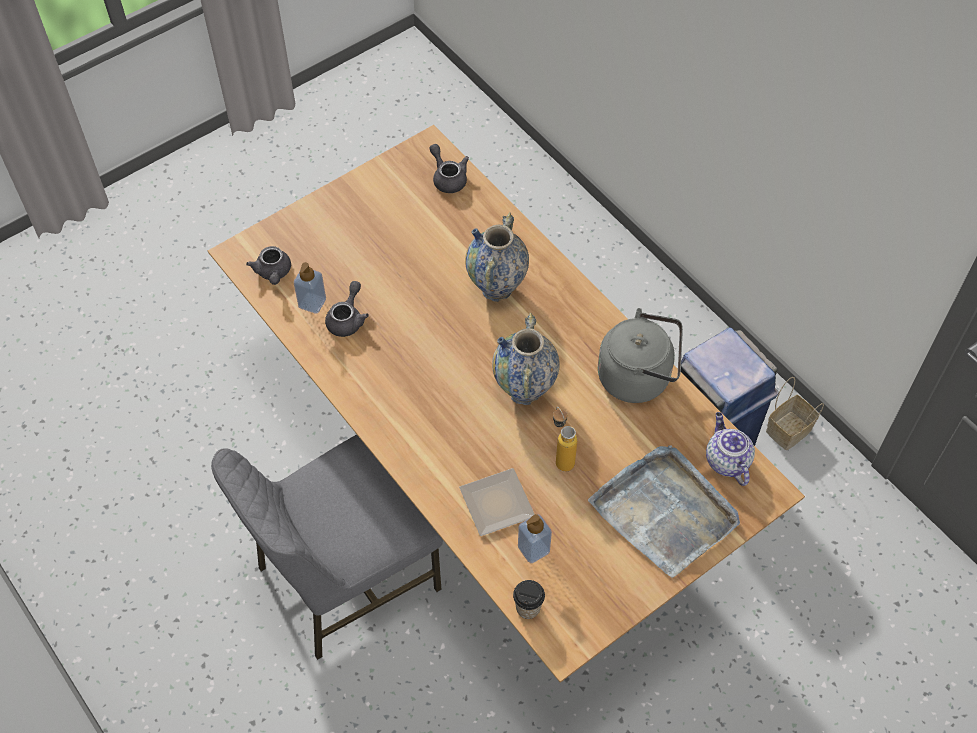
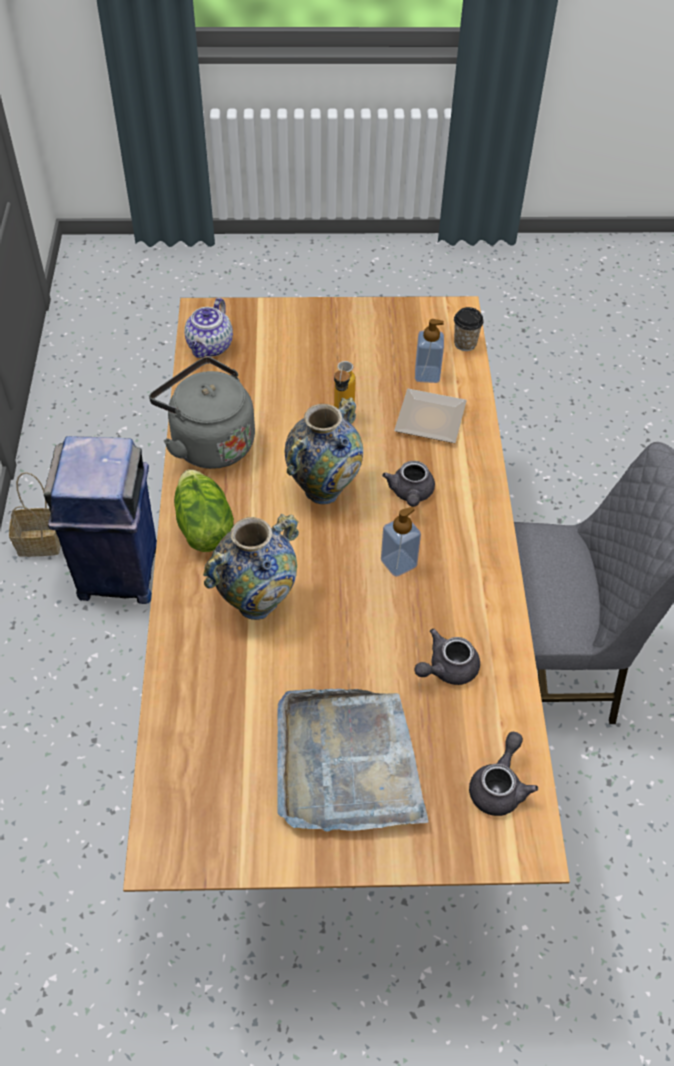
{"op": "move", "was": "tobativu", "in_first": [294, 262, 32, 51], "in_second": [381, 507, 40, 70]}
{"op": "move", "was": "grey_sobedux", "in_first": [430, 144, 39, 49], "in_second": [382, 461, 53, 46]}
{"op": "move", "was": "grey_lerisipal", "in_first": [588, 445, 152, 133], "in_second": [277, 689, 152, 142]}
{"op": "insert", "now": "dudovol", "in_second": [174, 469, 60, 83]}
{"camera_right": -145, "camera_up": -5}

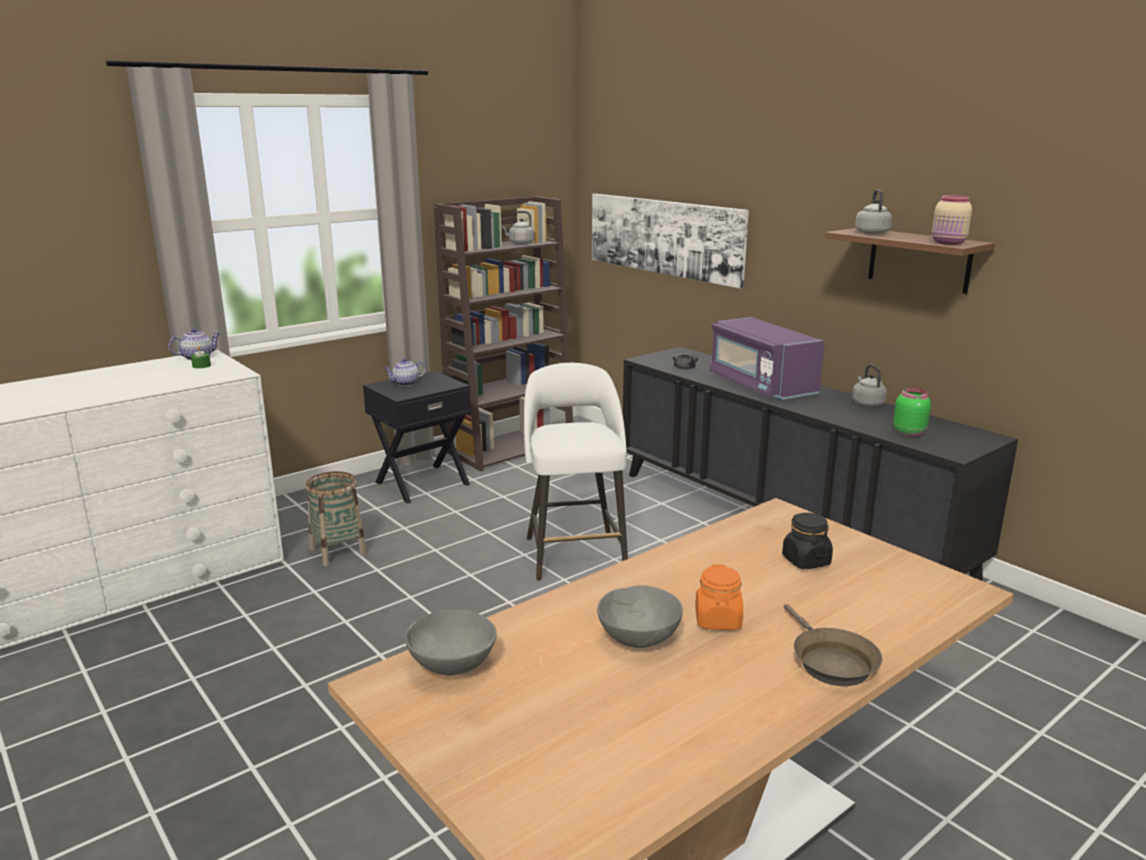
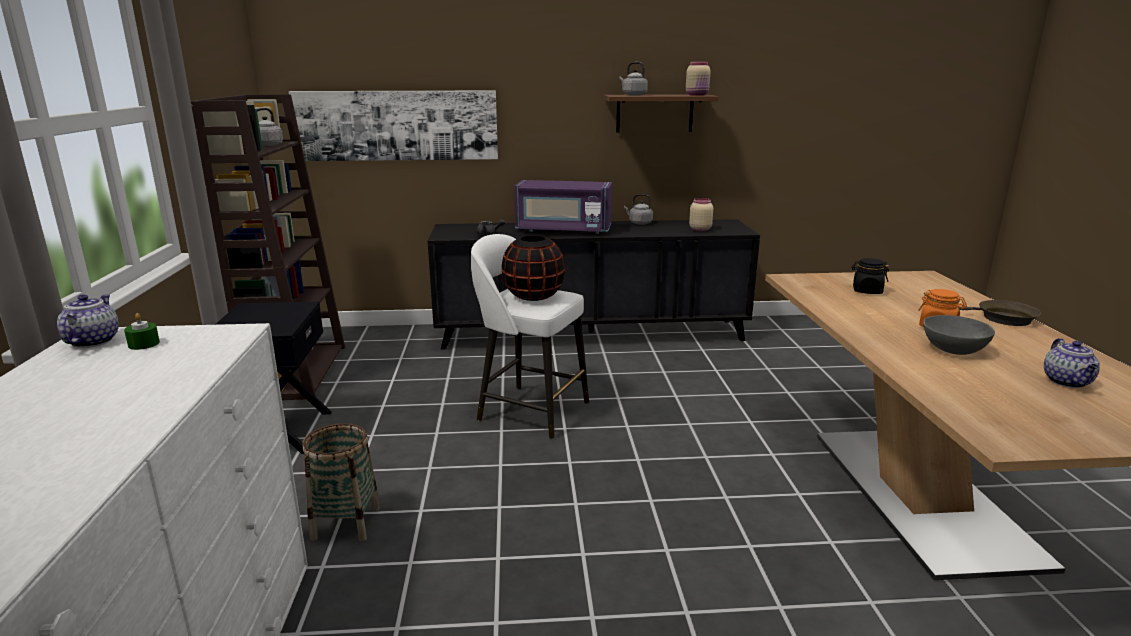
{"op": "move", "was": "sobedux", "in_first": [384, 359, 42, 27], "in_second": [1044, 338, 56, 50]}
{"op": "delete", "was": "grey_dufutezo", "in_first": [405, 610, 92, 66]}
{"op": "recolor", "was": "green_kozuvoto", "now": "beige_kozuvoto", "in_first": [893, 388, 38, 48], "in_second": [689, 198, 24, 33]}
{"op": "insert", "now": "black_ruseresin", "in_second": [502, 236, 63, 65]}
{"camera_right": -55, "camera_up": 0}

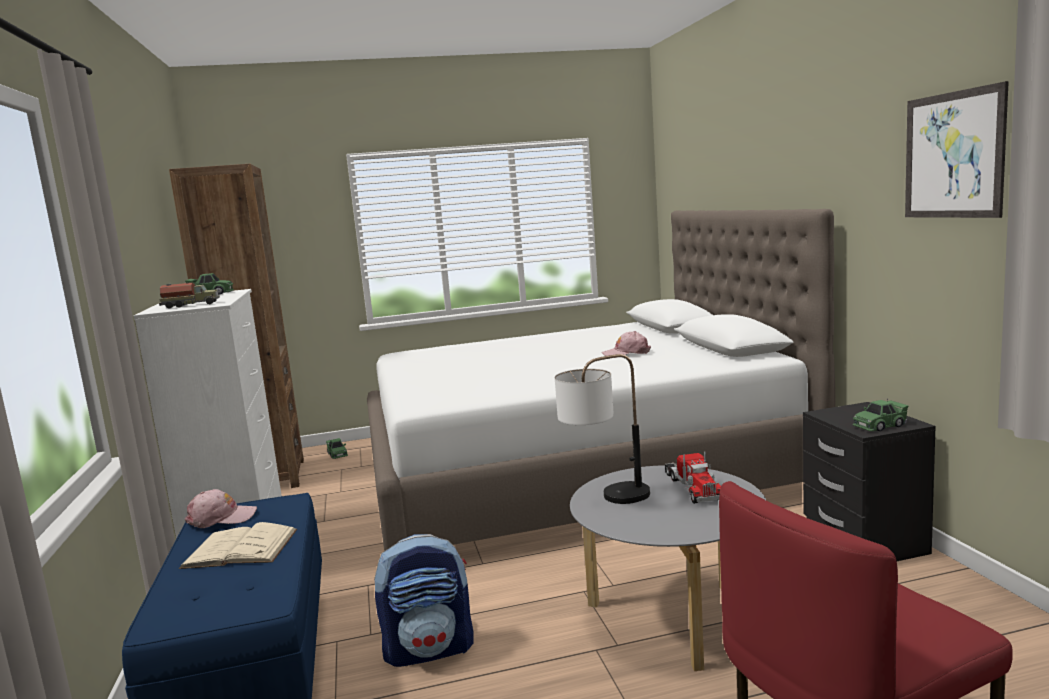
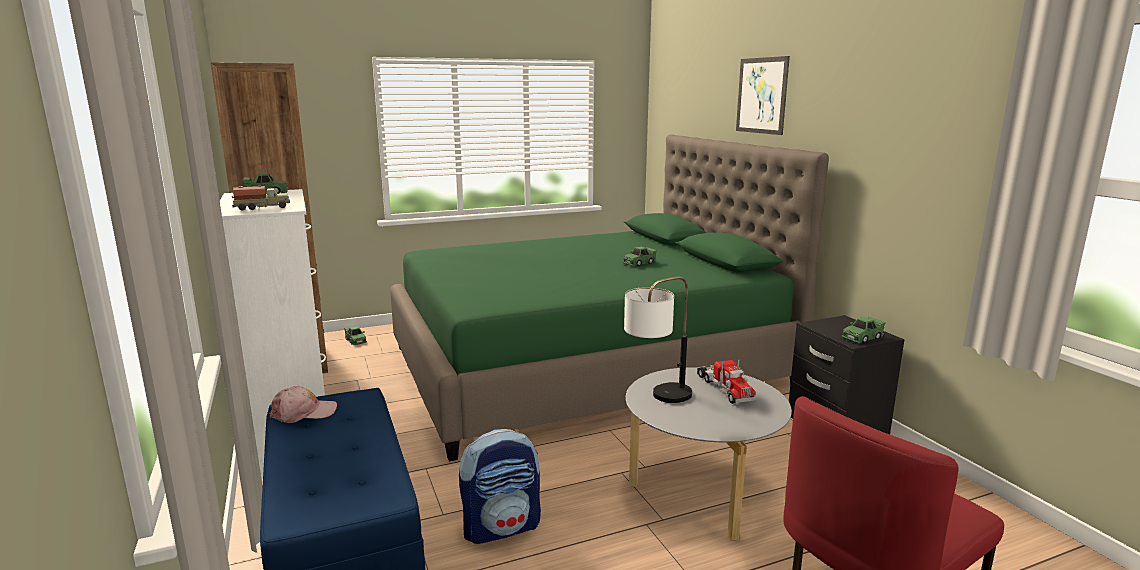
{"op": "delete", "was": "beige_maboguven", "in_first": [179, 522, 118, 47]}
{"op": "recolor", "was": "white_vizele", "now": "green_vizele", "in_first": [367, 209, 469, 342], "in_second": [390, 134, 439, 327]}
{"op": "replace", "was": "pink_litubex", "now": "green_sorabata", "in_first": [602, 331, 49, 27], "in_second": [623, 247, 34, 19]}
{"op": "move", "was": "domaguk", "in_first": [905, 81, 104, 137], "in_second": [736, 56, 54, 79]}
{"camera_right": -10, "camera_up": 5}

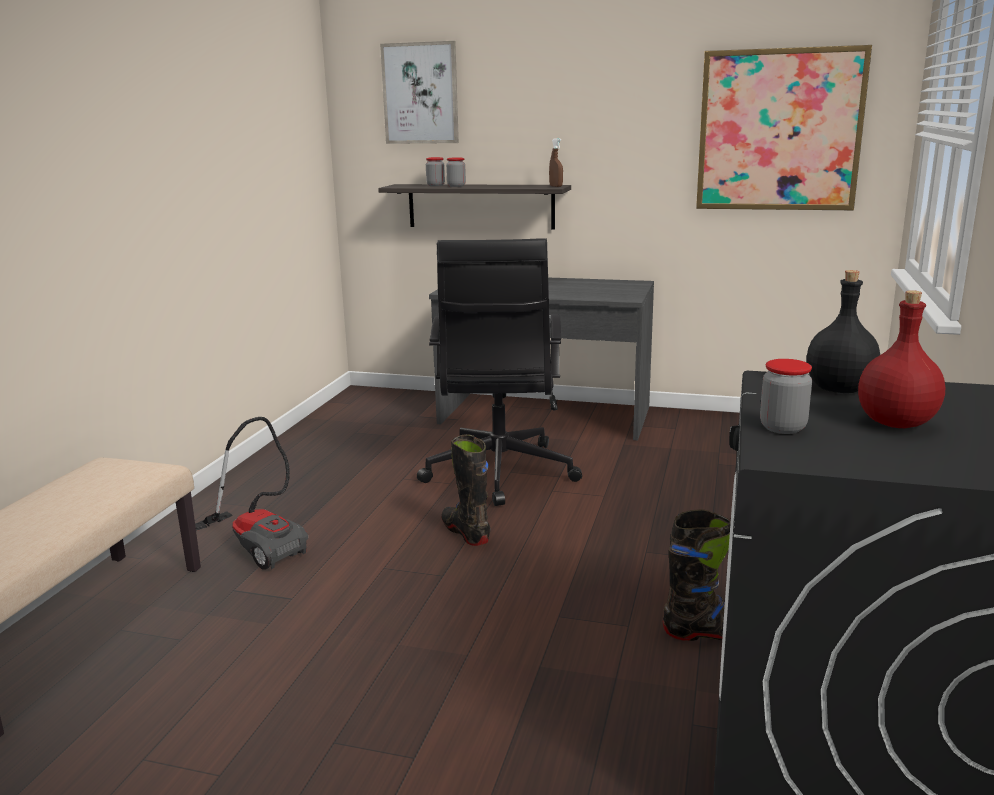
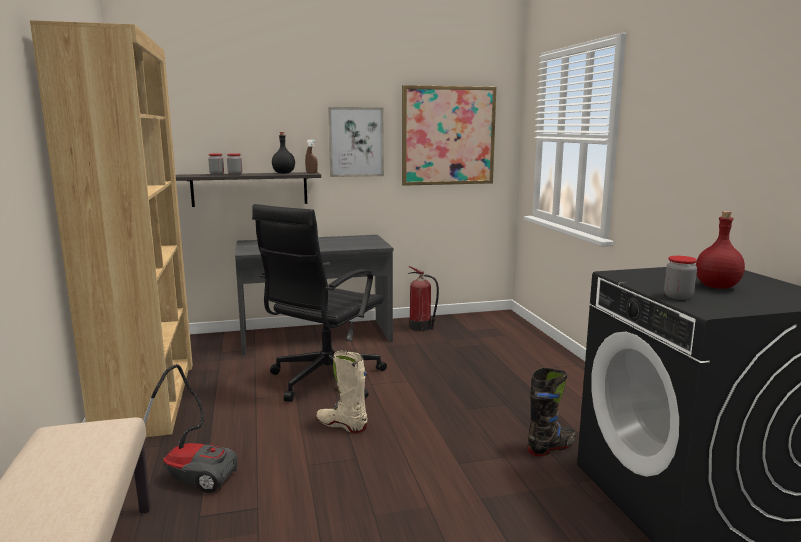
{"op": "move", "was": "domaguk", "in_first": [380, 41, 79, 103], "in_second": [328, 107, 56, 70]}
{"op": "rotate", "was": "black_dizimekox", "in_first": [417, 238, 165, 268], "in_second": [252, 204, 135, 198], "clockwise": 60}
{"op": "recolor", "was": "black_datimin", "now": "beige_datimin", "in_first": [441, 434, 50, 112], "in_second": [317, 351, 50, 82]}
{"op": "move", "was": "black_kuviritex", "in_first": [806, 270, 74, 123], "in_second": [272, 132, 23, 42]}
{"op": "insert", "now": "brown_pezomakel", "in_second": [30, 20, 163, 417]}
{"op": "insert", "now": "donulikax", "in_second": [408, 266, 31, 65]}
{"camera_right": -30, "camera_up": -5}

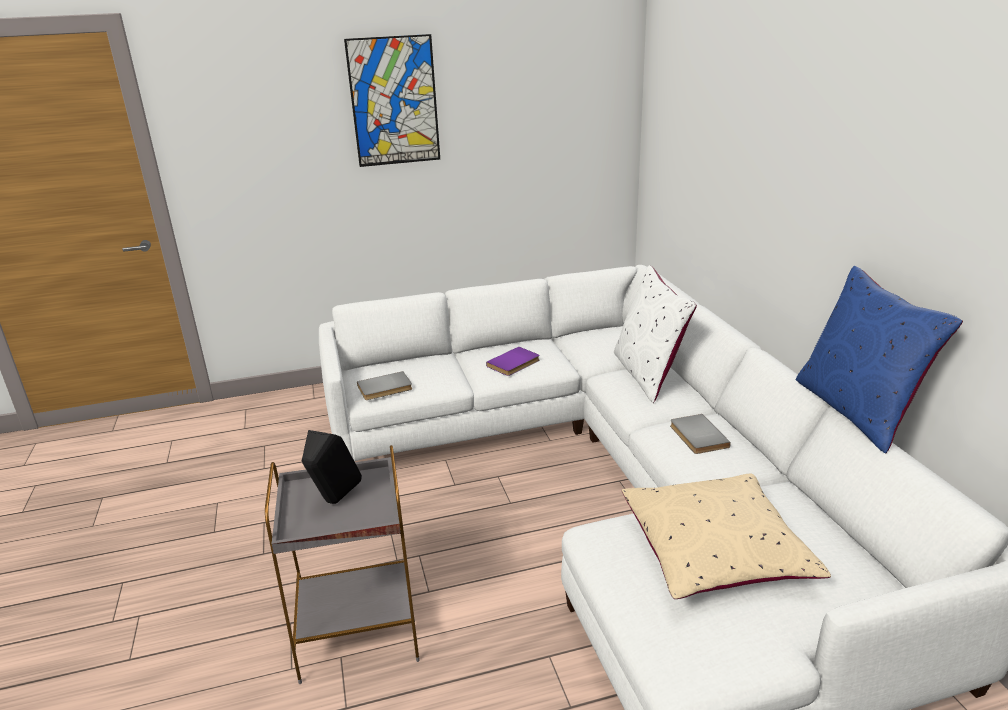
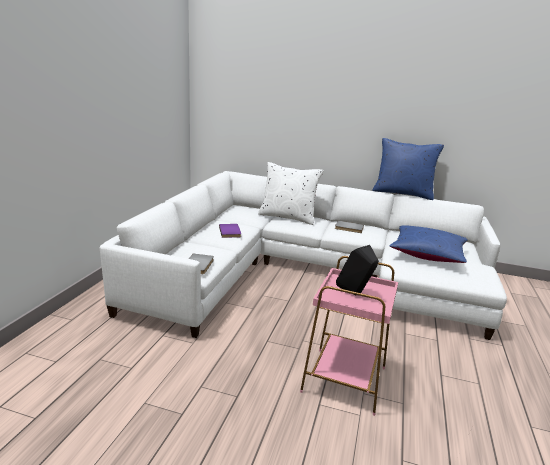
{"op": "recolor", "was": "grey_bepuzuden", "now": "pink_bepuzuden", "in_first": [265, 445, 155, 239], "in_second": [300, 256, 98, 160]}
{"op": "delete", "was": "domaguk", "in_first": [344, 34, 96, 133]}
{"op": "recolor", "was": "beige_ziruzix", "now": "blue_ziruzix", "in_first": [622, 474, 209, 125], "in_second": [390, 225, 78, 38]}
{"camera_right": -60, "camera_up": -5}

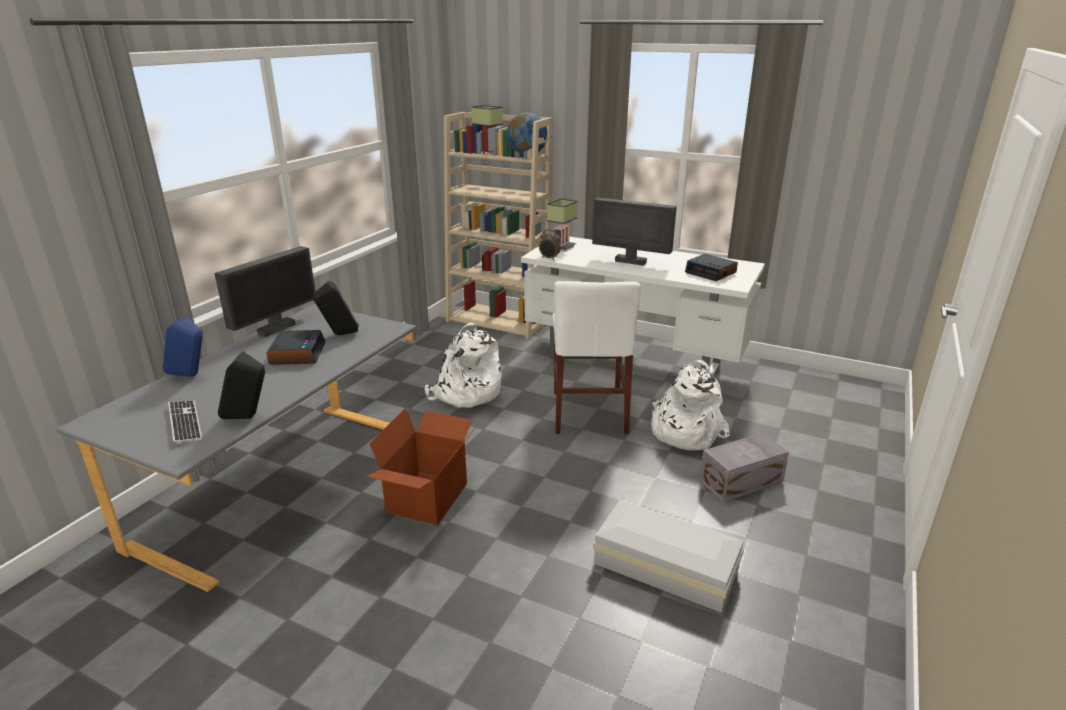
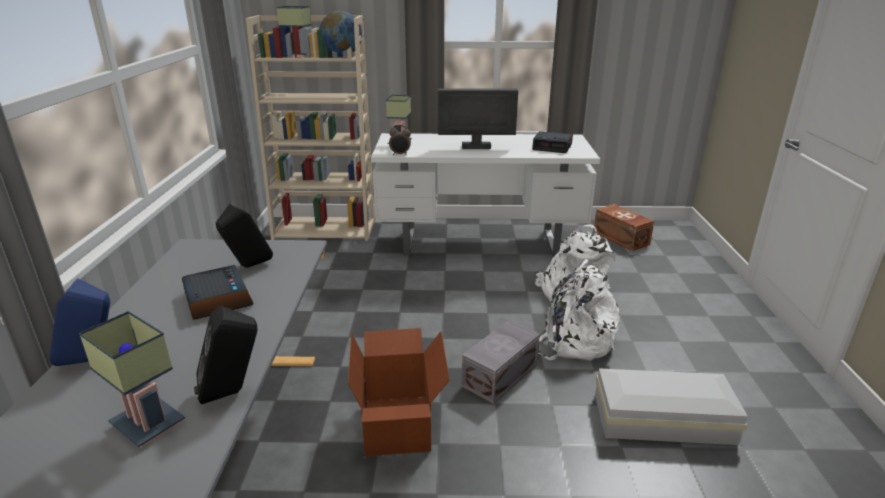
{"op": "replace", "was": "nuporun", "now": "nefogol", "in_first": [168, 400, 34, 45], "in_second": [79, 311, 106, 137]}
{"op": "delete", "was": "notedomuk", "in_first": [214, 246, 102, 91]}
{"op": "move", "was": "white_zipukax", "in_first": [425, 323, 77, 85], "in_second": [538, 259, 82, 102]}
{"op": "delete", "was": "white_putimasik", "in_first": [552, 281, 89, 153]}
{"op": "move", "was": "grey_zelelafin", "in_first": [699, 433, 90, 70], "in_second": [462, 320, 78, 84]}
{"op": "insert", "now": "brown_zelelafin", "in_second": [593, 204, 61, 47]}
{"camera_right": -25, "camera_up": 0}

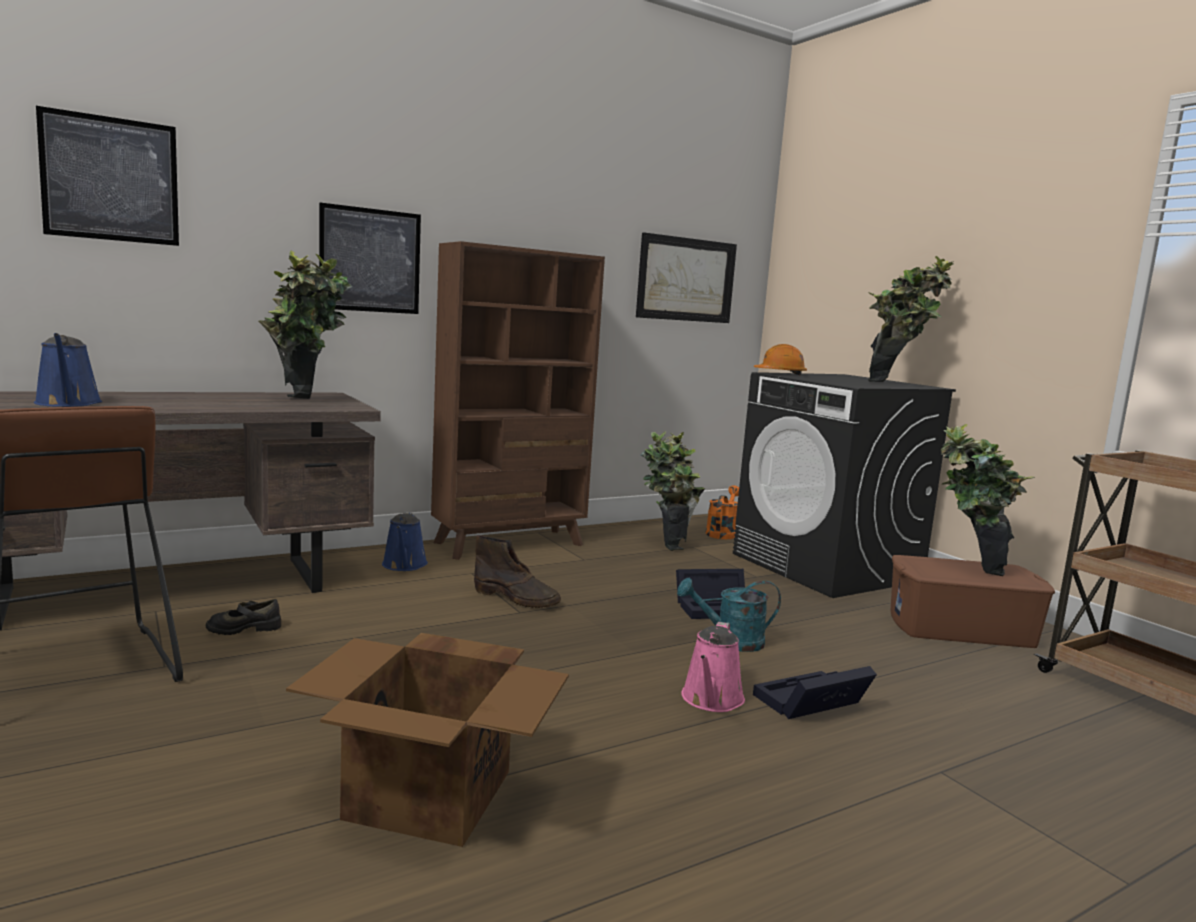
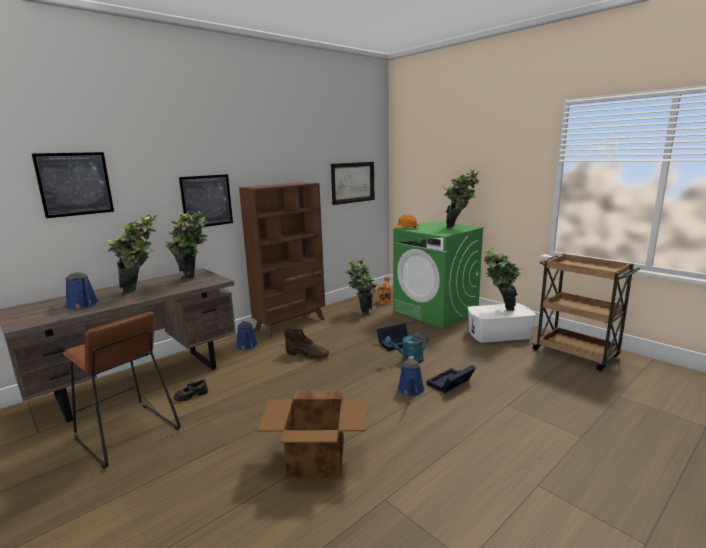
{"op": "recolor", "was": "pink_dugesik", "now": "blue_dugesik", "in_first": [681, 622, 64, 90], "in_second": [398, 356, 27, 40]}
{"op": "recolor", "was": "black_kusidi", "now": "green_kusidi", "in_first": [733, 372, 223, 226], "in_second": [393, 221, 91, 108]}
{"op": "recolor", "was": "brown_zelelafin", "now": "white_zelelafin", "in_first": [891, 555, 164, 93], "in_second": [468, 303, 68, 40]}
{"op": "insert", "now": "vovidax", "in_second": [107, 215, 50, 79]}
{"camera_right": -10, "camera_up": 5}

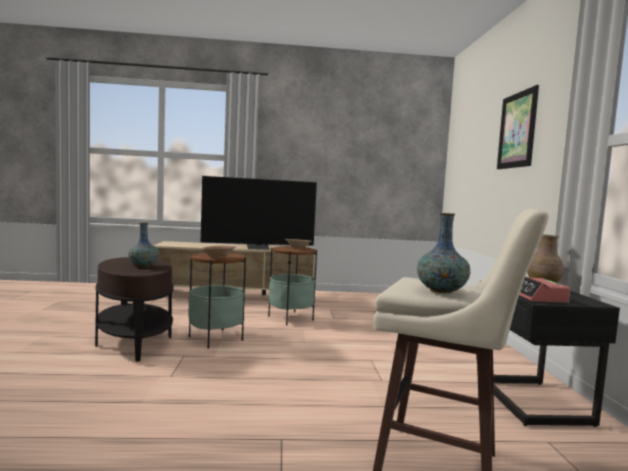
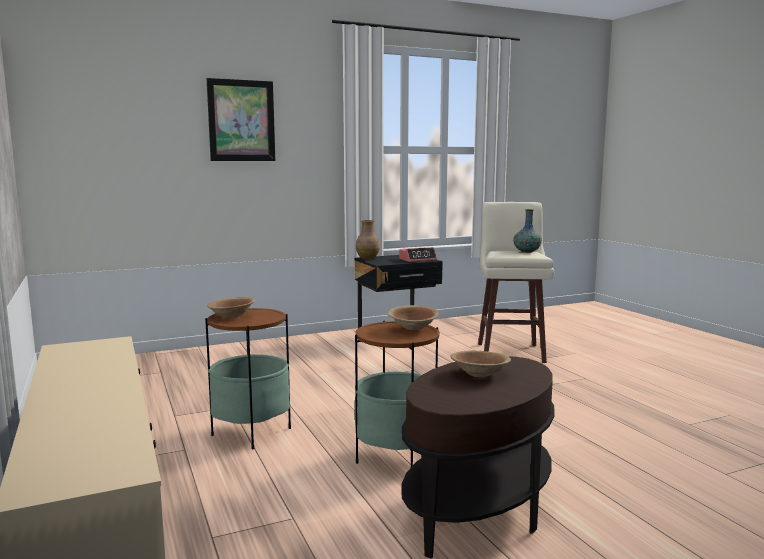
{"op": "replace", "was": "ruseresin", "now": "brown_dufutezo", "in_first": [128, 223, 31, 44], "in_second": [451, 350, 60, 28]}
{"op": "delete", "was": "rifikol", "in_first": [201, 176, 116, 74]}
{"camera_right": -110, "camera_up": 5}

